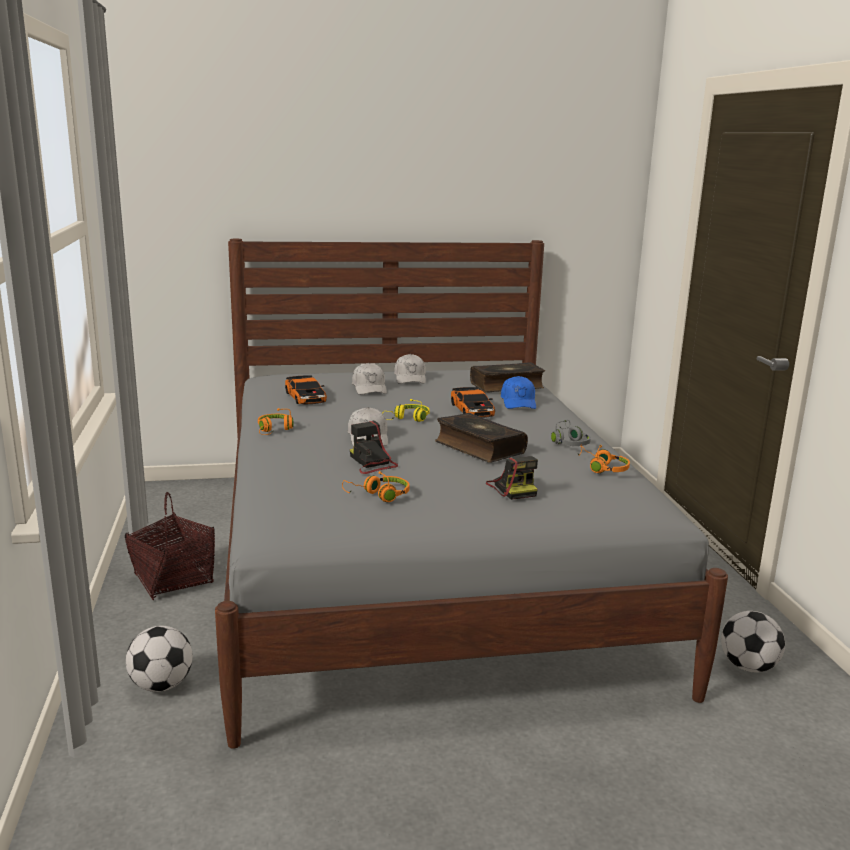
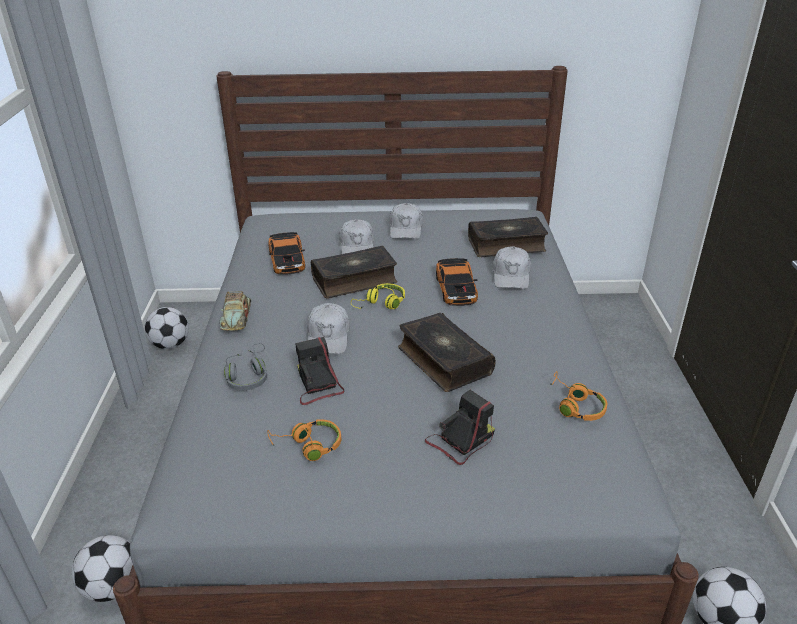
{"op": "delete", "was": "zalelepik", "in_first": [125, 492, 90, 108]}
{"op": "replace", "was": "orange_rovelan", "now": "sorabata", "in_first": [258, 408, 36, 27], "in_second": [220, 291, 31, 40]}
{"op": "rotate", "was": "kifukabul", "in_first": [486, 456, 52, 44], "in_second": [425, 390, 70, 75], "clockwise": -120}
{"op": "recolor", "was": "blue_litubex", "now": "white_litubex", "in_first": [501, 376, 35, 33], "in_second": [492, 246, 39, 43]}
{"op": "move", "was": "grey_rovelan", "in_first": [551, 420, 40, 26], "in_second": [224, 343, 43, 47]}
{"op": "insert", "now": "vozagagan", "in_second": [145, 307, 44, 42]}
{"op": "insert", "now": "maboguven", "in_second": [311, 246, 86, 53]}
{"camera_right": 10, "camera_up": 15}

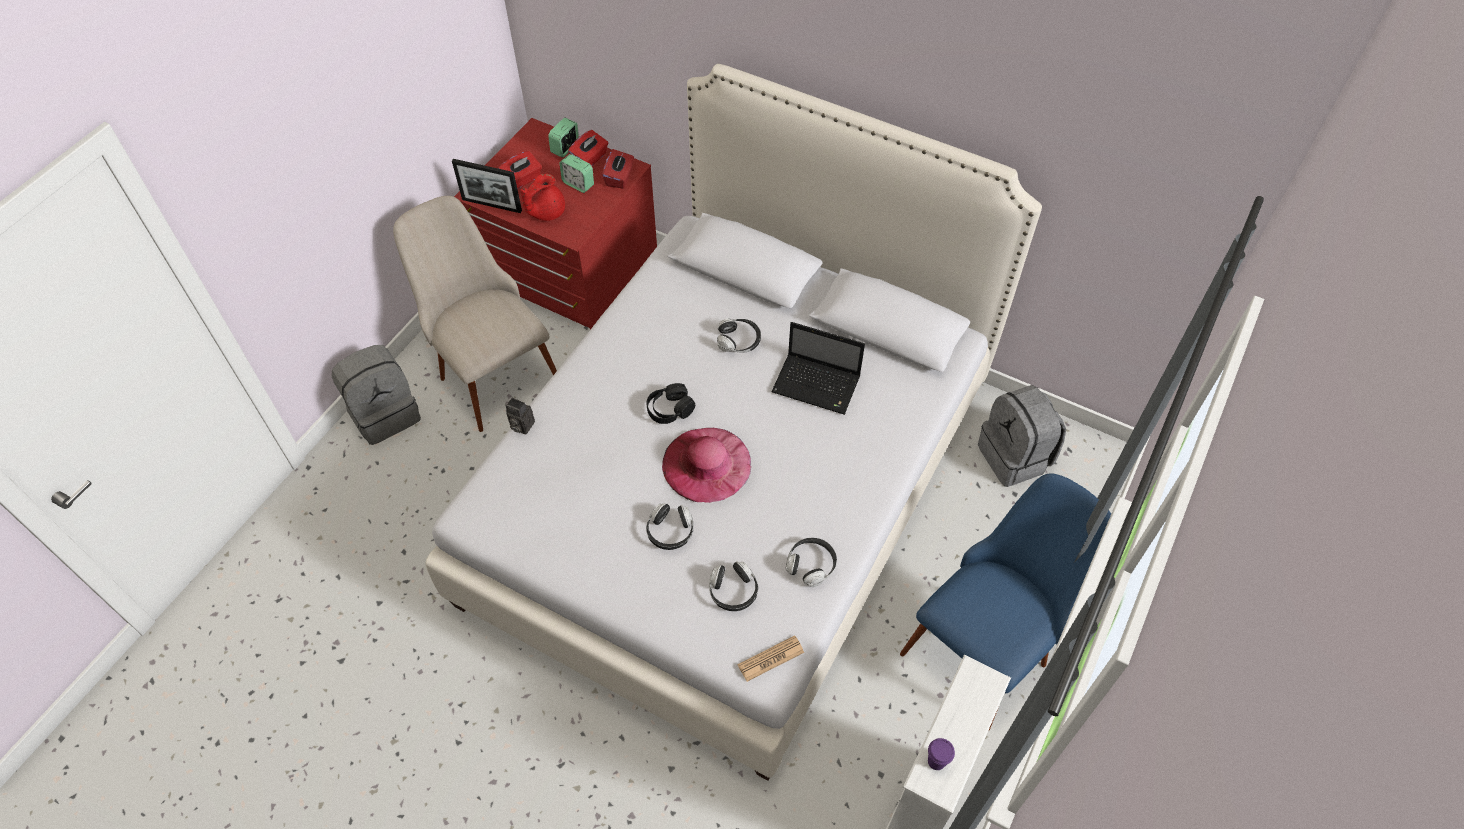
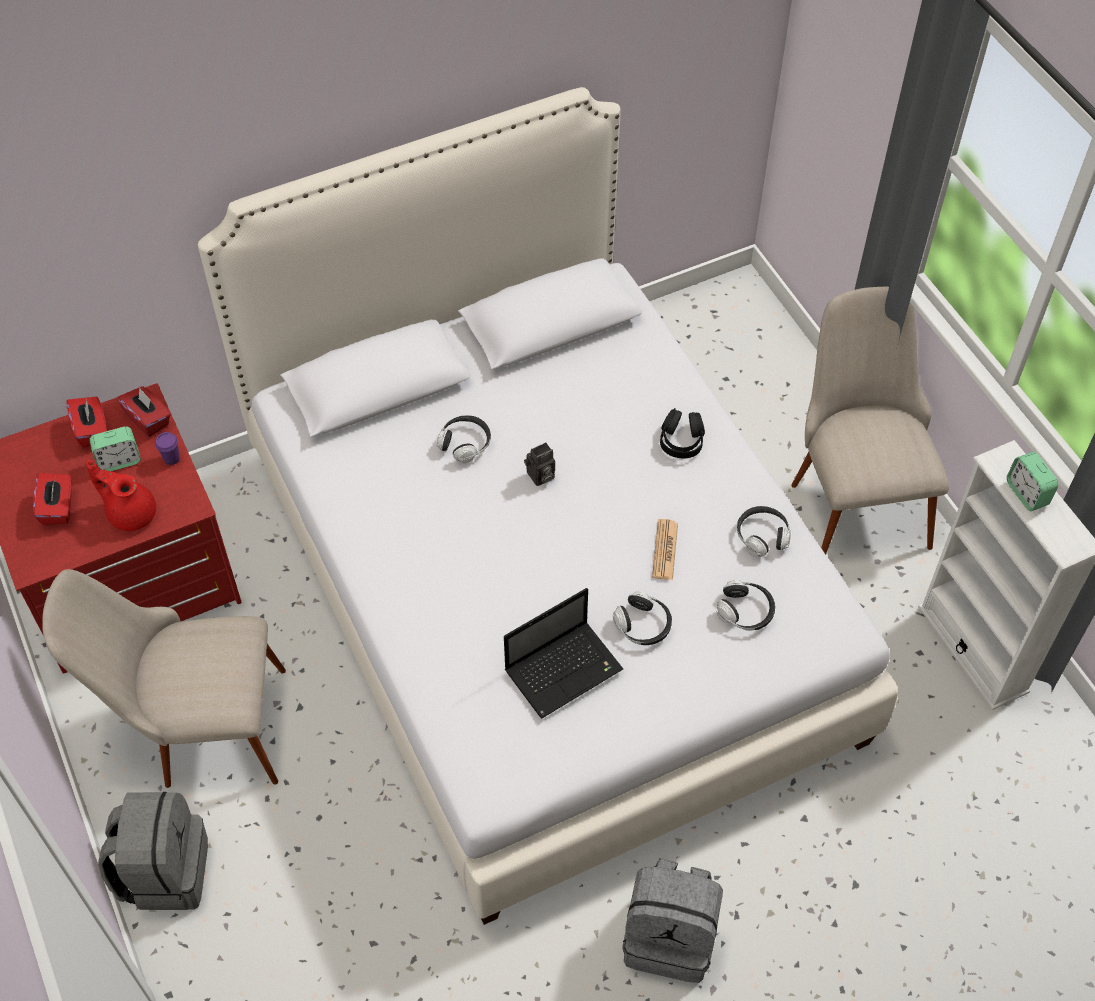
{"op": "delete", "was": "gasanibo", "in_first": [452, 159, 70, 54]}
{"op": "move", "was": "kifukabul", "in_first": [505, 398, 30, 37], "in_second": [524, 442, 31, 44]}
{"op": "rotate", "was": "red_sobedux", "in_first": [520, 174, 45, 47], "in_second": [86, 460, 70, 71], "clockwise": 135}
{"op": "move", "was": "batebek", "in_first": [548, 118, 31, 40], "in_second": [1007, 452, 52, 59]}
{"op": "move", "was": "black_rovelan", "in_first": [646, 383, 49, 41], "in_second": [660, 408, 45, 50]}
{"op": "delete", "was": "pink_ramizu", "in_first": [662, 428, 89, 75]}
{"op": "move", "was": "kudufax", "in_first": [738, 635, 66, 47], "in_second": [652, 519, 26, 61]}
{"op": "move", "was": "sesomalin", "in_first": [772, 322, 93, 93], "in_second": [504, 588, 119, 131]}
{"op": "recolor", "was": "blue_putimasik", "now": "beige_putimasik", "in_first": [900, 473, 211, 258], "in_second": [791, 287, 158, 267]}
{"op": "move", "was": "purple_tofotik", "in_first": [928, 738, 27, 32], "in_second": [155, 432, 25, 33]}
{"op": "move", "was": "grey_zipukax", "in_first": [978, 385, 88, 102], "in_second": [622, 858, 101, 125]}
{"camera_right": -55, "camera_up": 0}

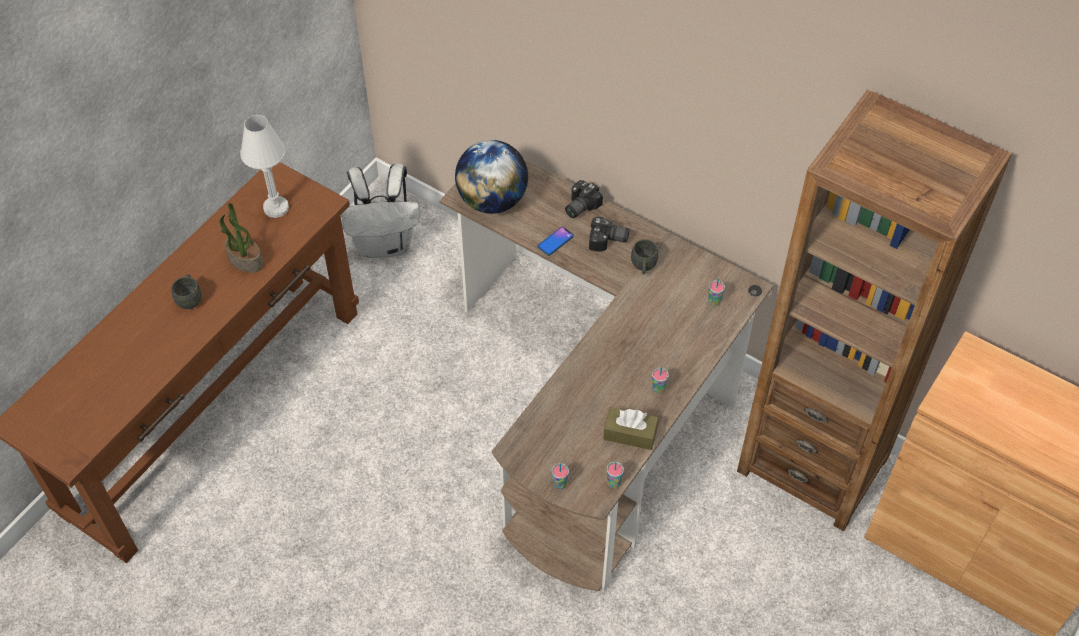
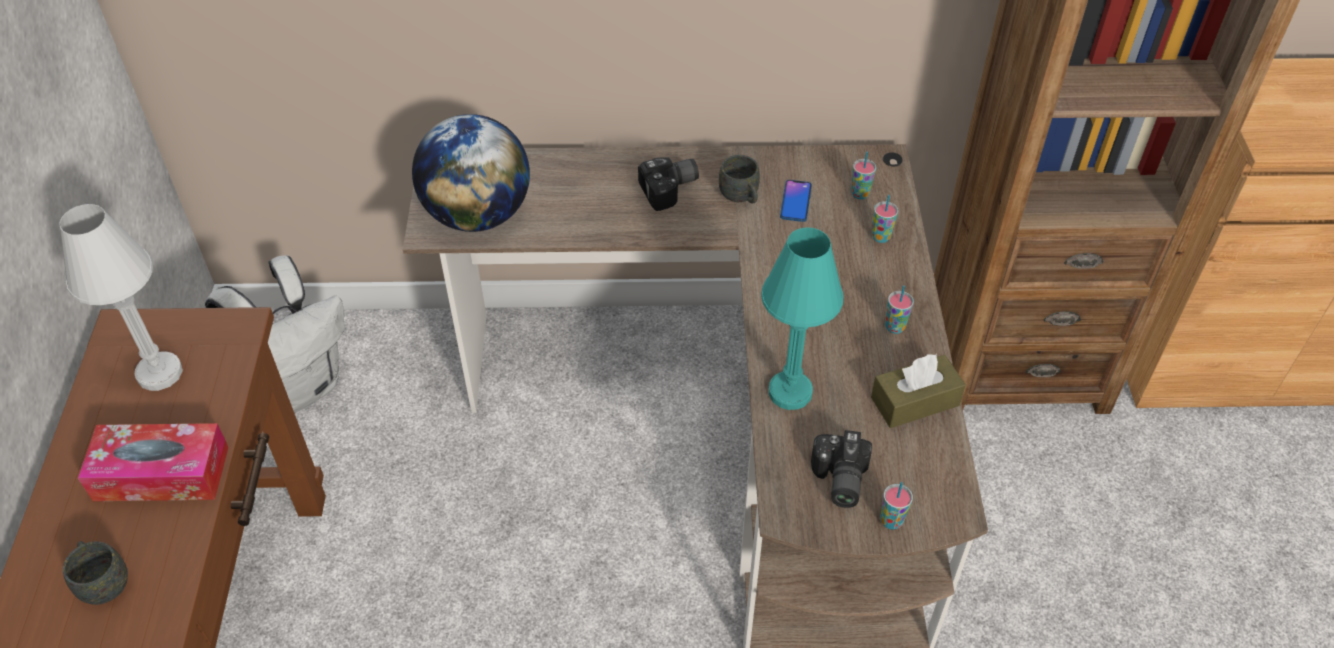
{"op": "replace", "was": "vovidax", "now": "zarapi", "in_first": [220, 203, 43, 70], "in_second": [78, 423, 151, 78]}
{"op": "move", "was": "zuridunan", "in_first": [538, 227, 36, 29], "in_second": [780, 180, 32, 42]}
{"op": "move", "was": "kifukabul", "in_first": [565, 180, 38, 38], "in_second": [811, 430, 61, 78]}
{"op": "move", "was": "tofotik", "in_first": [607, 462, 17, 26], "in_second": [872, 195, 26, 48]}
{"op": "insert", "now": "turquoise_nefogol", "in_second": [761, 227, 82, 183]}
{"camera_right": -35, "camera_up": -5}

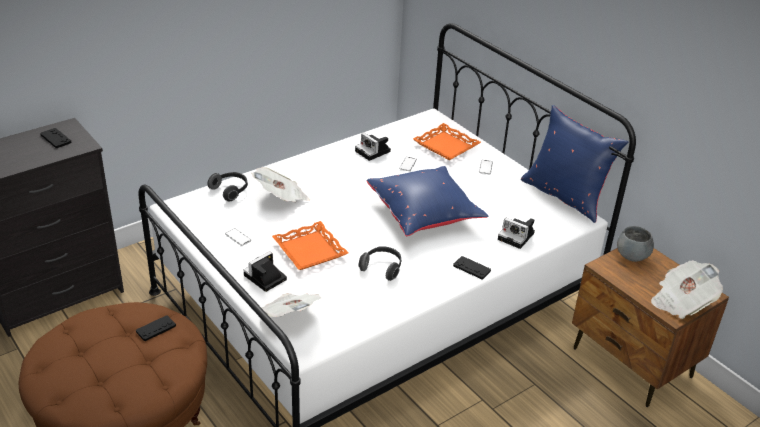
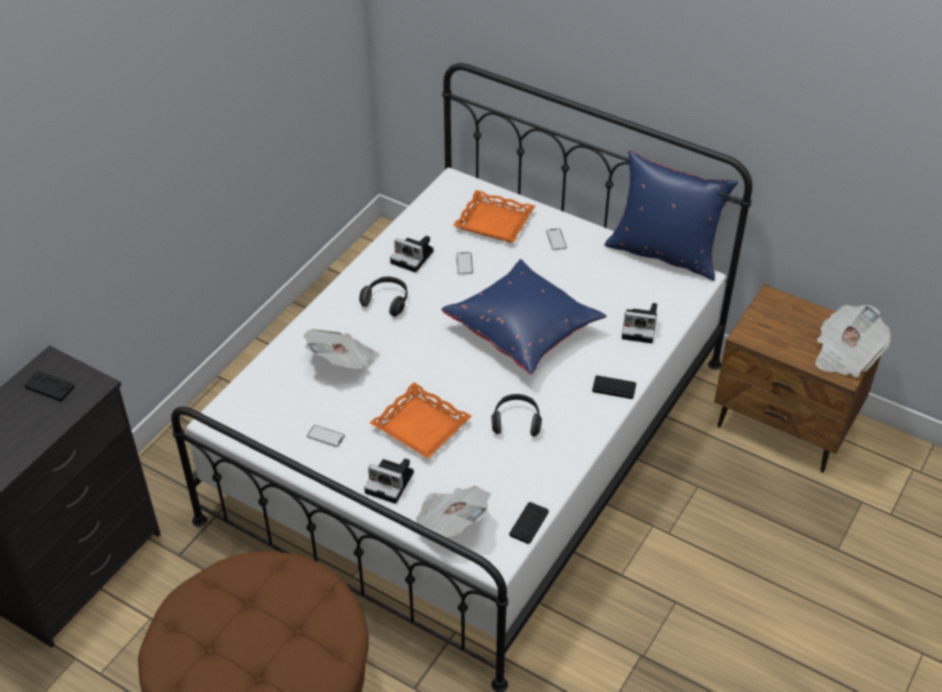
{"op": "move", "was": "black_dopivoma", "in_first": [136, 315, 40, 26], "in_second": [509, 502, 40, 42]}
{"op": "move", "was": "rovelan", "in_first": [208, 172, 40, 29], "in_second": [359, 277, 49, 40]}
{"op": "rotate", "was": "kifukabul", "in_first": [243, 251, 44, 41], "in_second": [364, 458, 50, 46], "clockwise": -90}
{"op": "delete", "was": "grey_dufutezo", "in_first": [617, 226, 37, 36]}
{"camera_right": -20, "camera_up": 10}

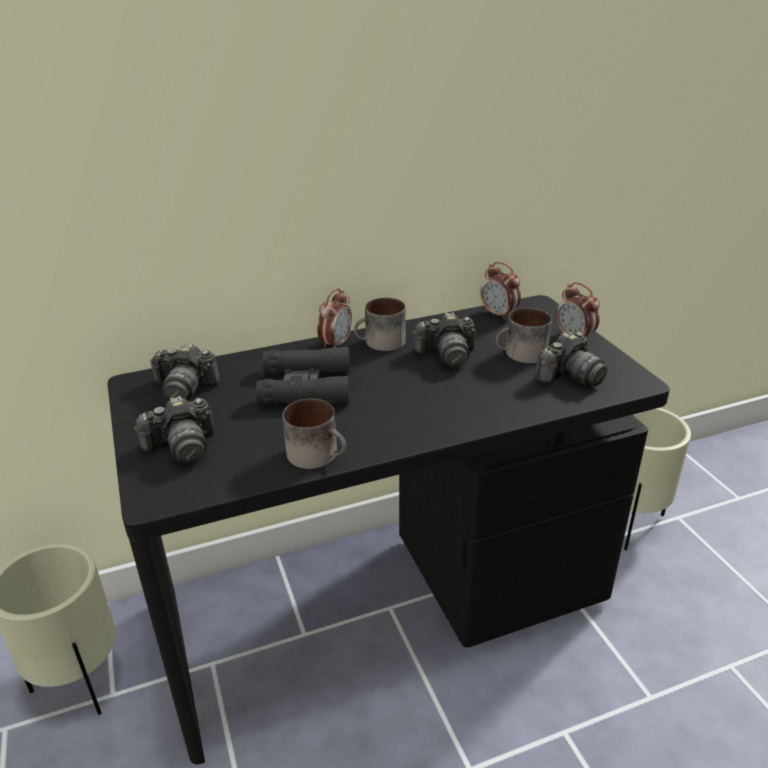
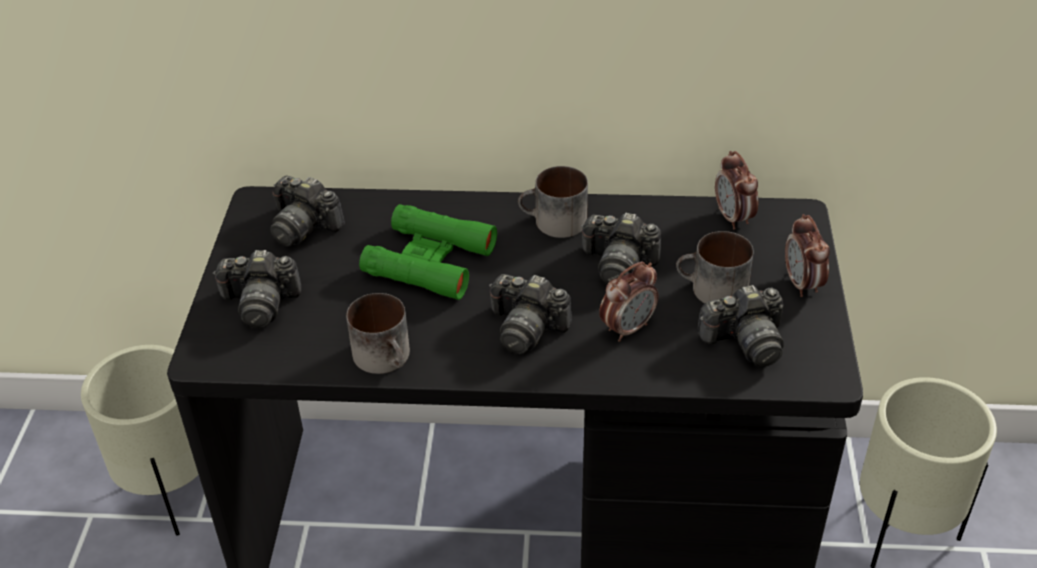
{"op": "recolor", "was": "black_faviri", "now": "green_faviri", "in_first": [256, 347, 94, 58], "in_second": [359, 204, 138, 96]}
{"op": "move", "was": "batebek", "in_first": [317, 288, 35, 60], "in_second": [599, 261, 60, 81]}
{"op": "insert", "now": "kifukabul", "in_second": [489, 274, 83, 80]}
{"camera_right": 25, "camera_up": 10}

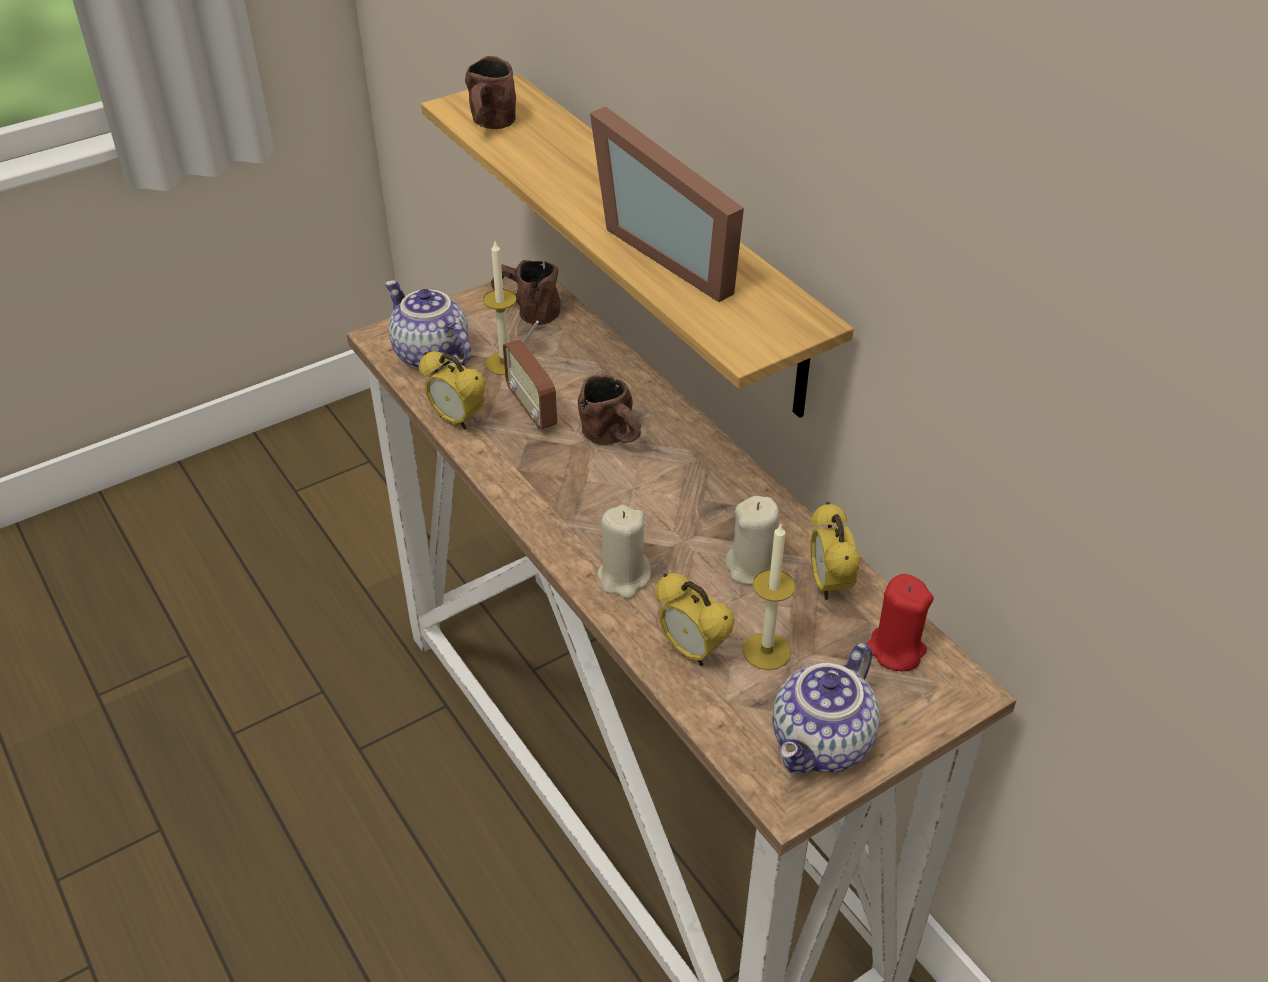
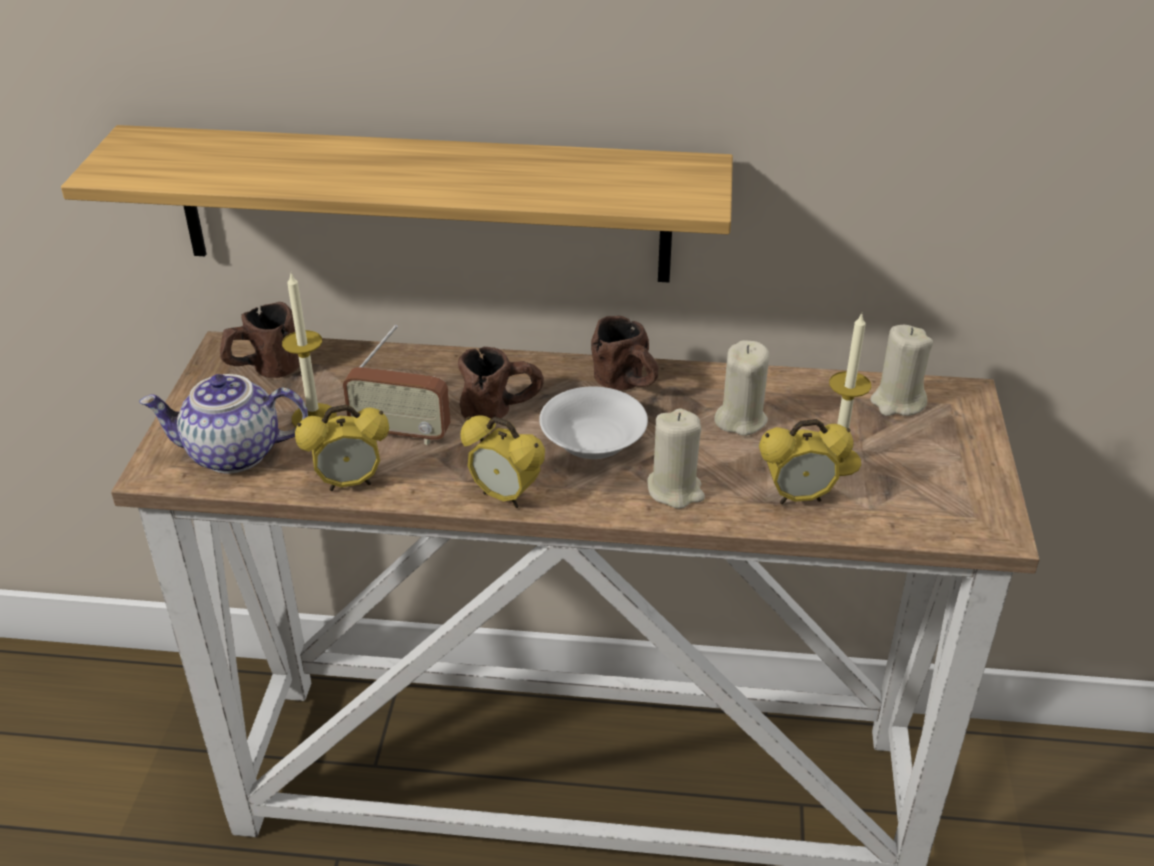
{"op": "move", "was": "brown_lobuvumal", "in_first": [465, 56, 51, 73], "in_second": [591, 316, 68, 75]}
{"op": "delete", "was": "gasanibo", "in_first": [590, 106, 154, 196]}
{"op": "delete", "was": "sobedux", "in_first": [773, 643, 107, 130]}
{"op": "move", "was": "batebek", "in_first": [810, 502, 51, 98], "in_second": [460, 415, 85, 93]}
{"op": "recolor", "was": "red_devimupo", "now": "beige_devimupo", "in_first": [866, 574, 68, 97], "in_second": [870, 325, 63, 91]}
{"op": "insert", "now": "white_dufutezo", "in_second": [539, 386, 109, 73]}
{"camera_right": -50, "camera_up": -5}

